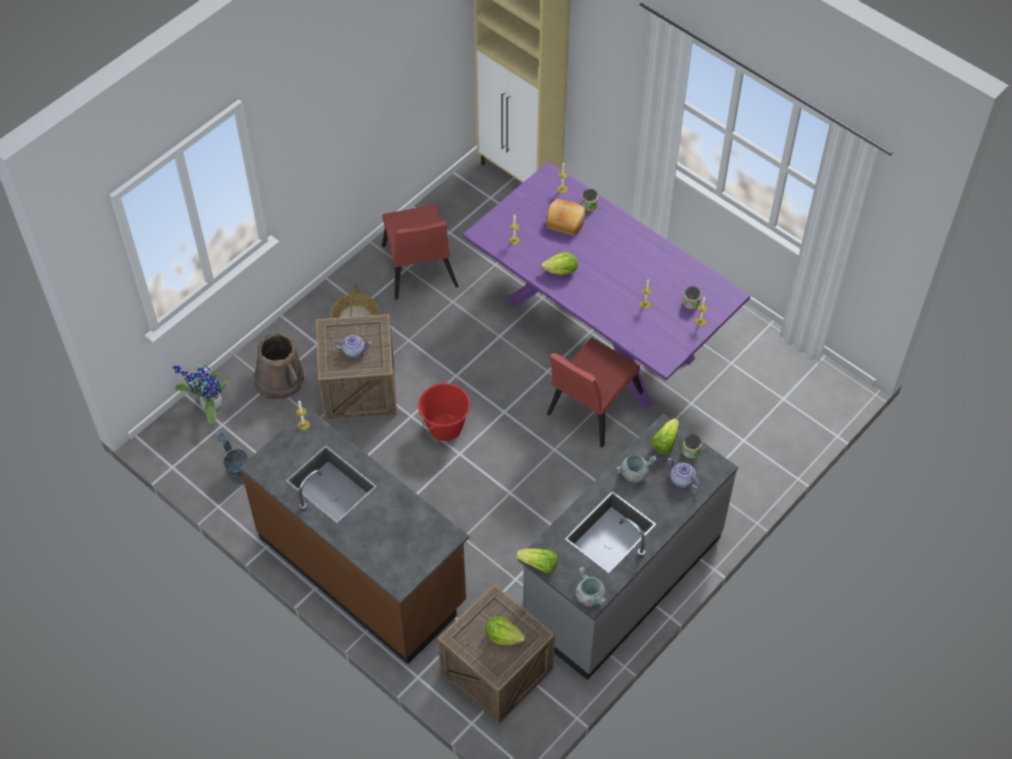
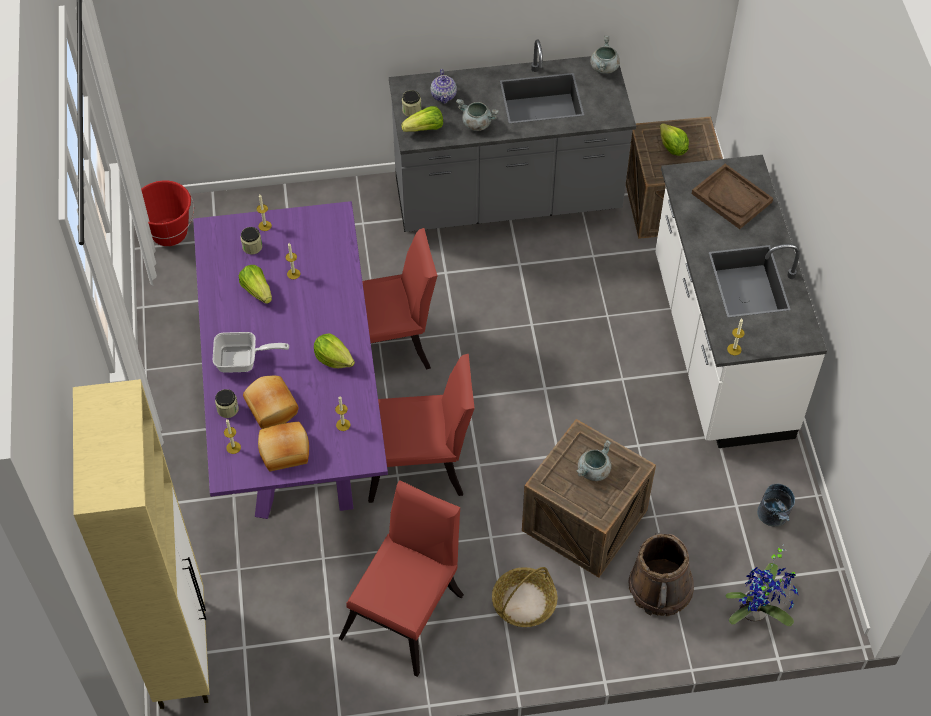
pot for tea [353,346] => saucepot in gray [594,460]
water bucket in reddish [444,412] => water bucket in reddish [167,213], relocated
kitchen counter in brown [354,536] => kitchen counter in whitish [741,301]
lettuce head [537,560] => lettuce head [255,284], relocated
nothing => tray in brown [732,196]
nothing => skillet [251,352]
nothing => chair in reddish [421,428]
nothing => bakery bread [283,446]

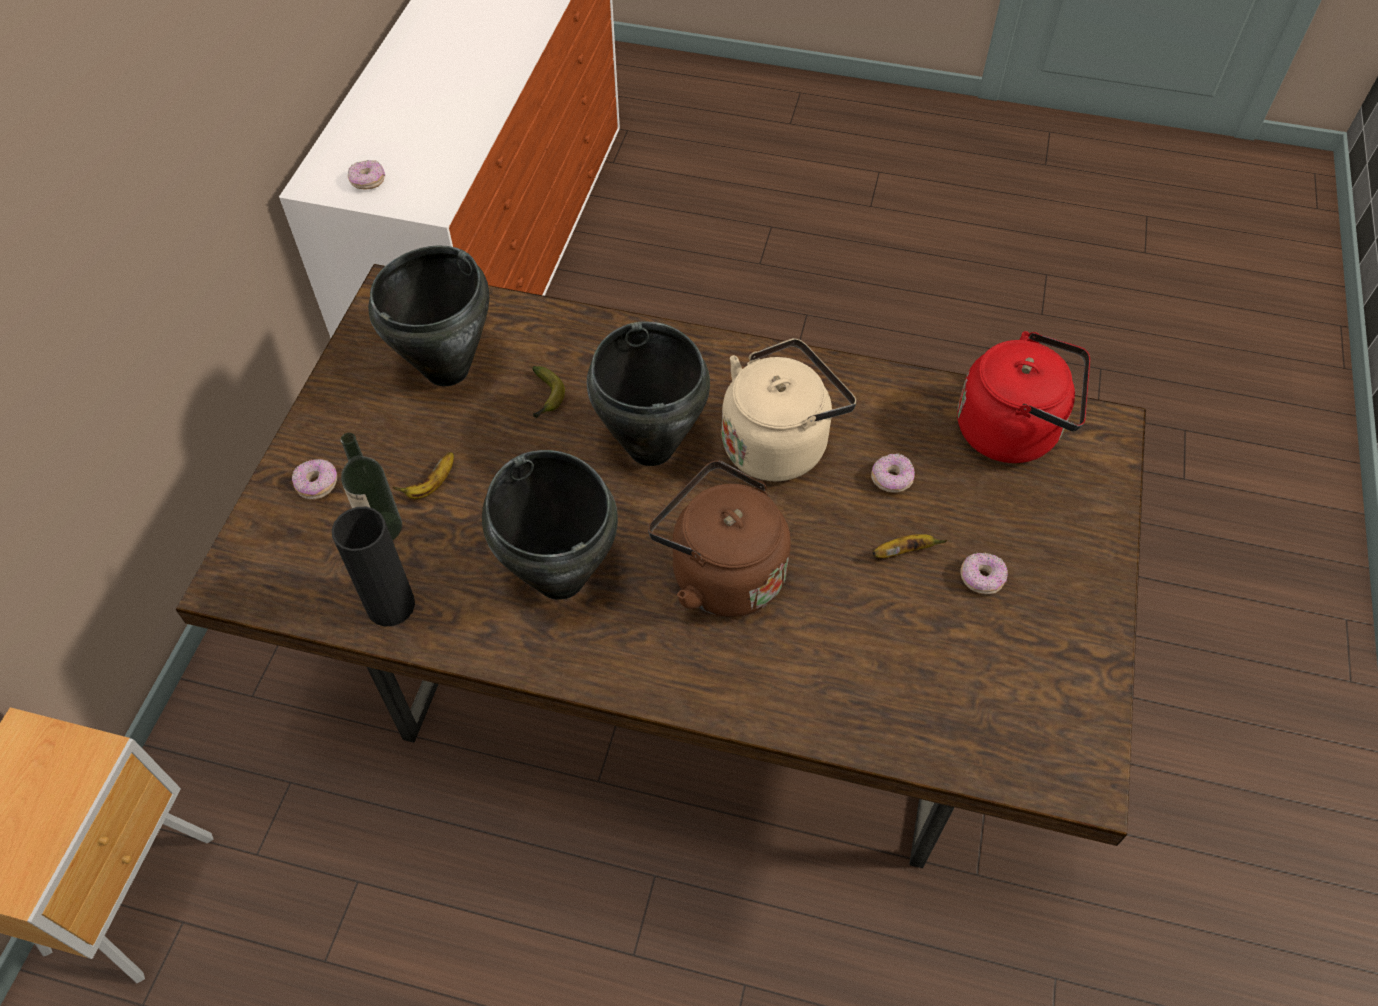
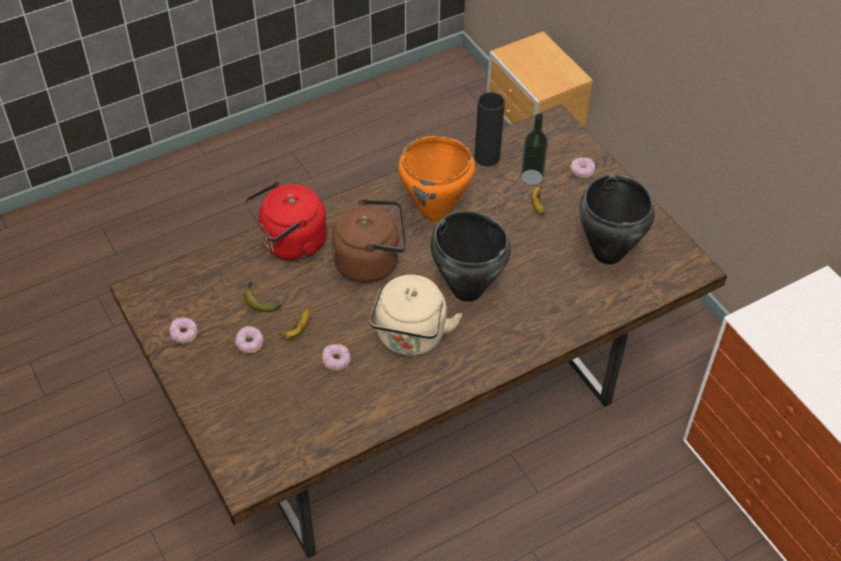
ring doughnut [366,175] => ring doughnut [183,330], relocated
kettle in reddish [1023,397] => kettle in reddish [286,221], relocated
banana [548,392] => banana [262,297], relocated
saucepot in black [550,525] => saucepot in orange [436,179]

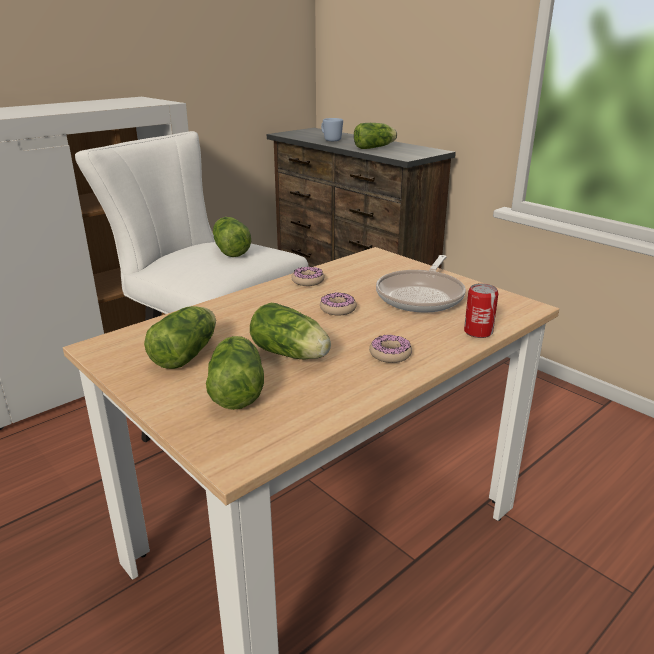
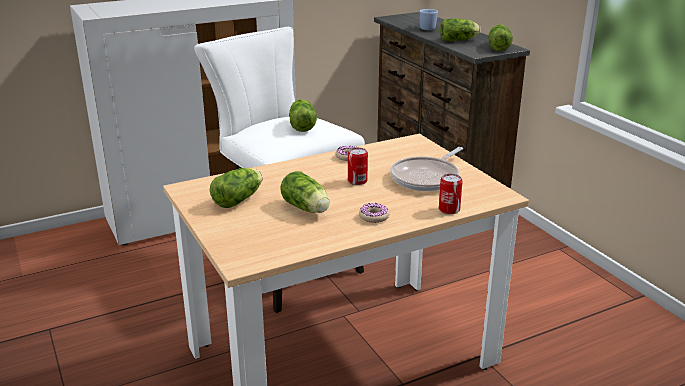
ring doughnut [338,303] => sealed can [358,166]
lettuce head [235,373] => lettuce head [500,37], relocated

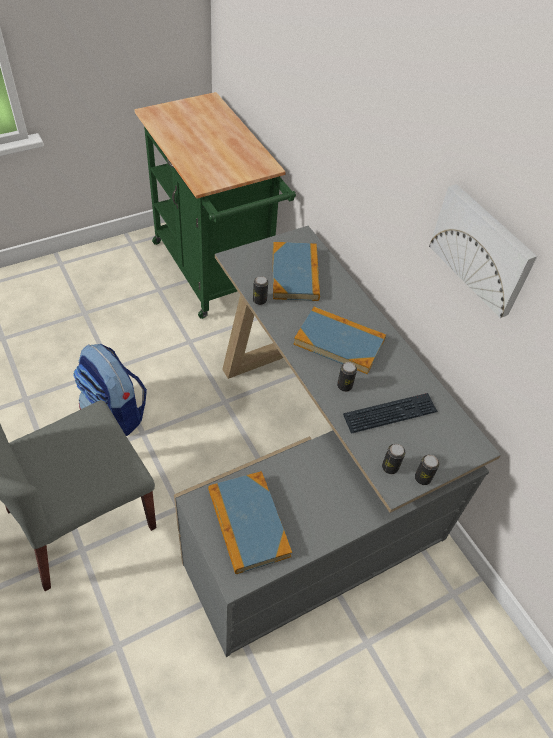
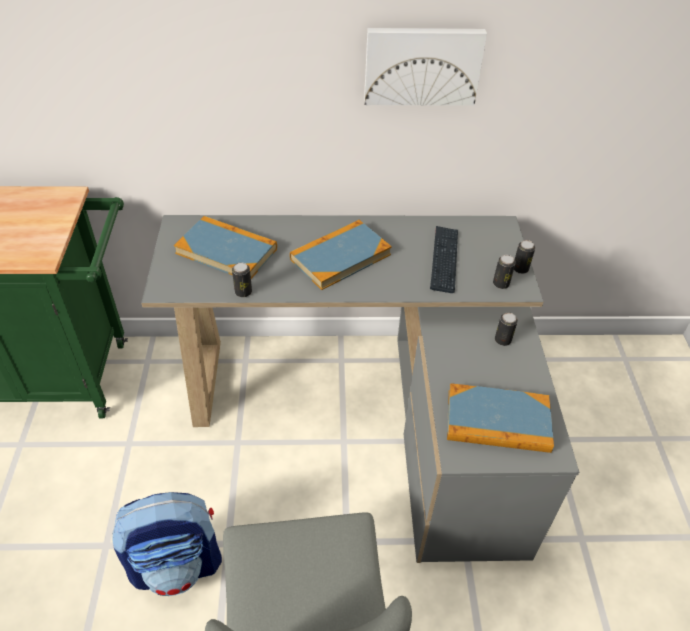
sealed can [347,377] => sealed can [506,329], relocated

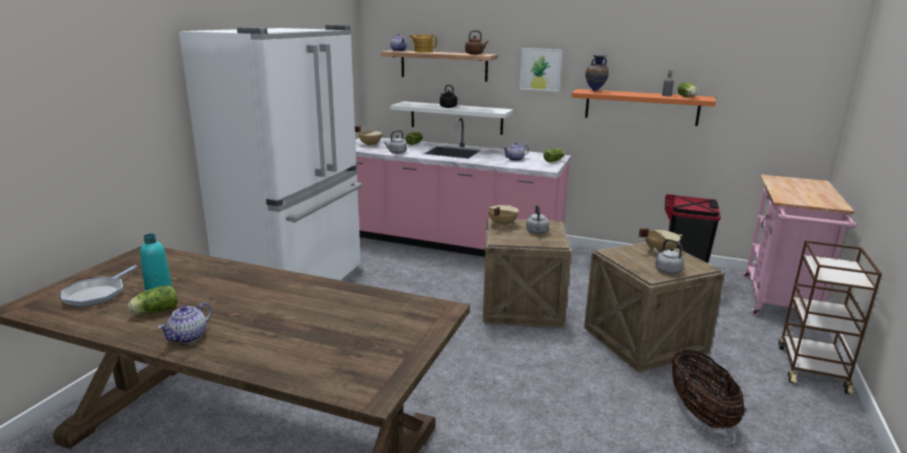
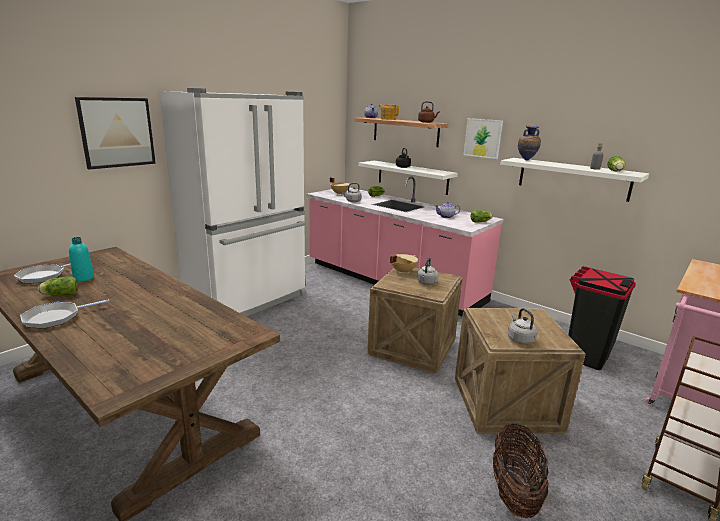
bracket shelf in orange [643,107] => bracket shelf in whitish [574,180]
saucepot in beige-coloured [660,240] => nothing
pot for tea [185,322] => skillet [64,314]
nothing => wall art [115,133]

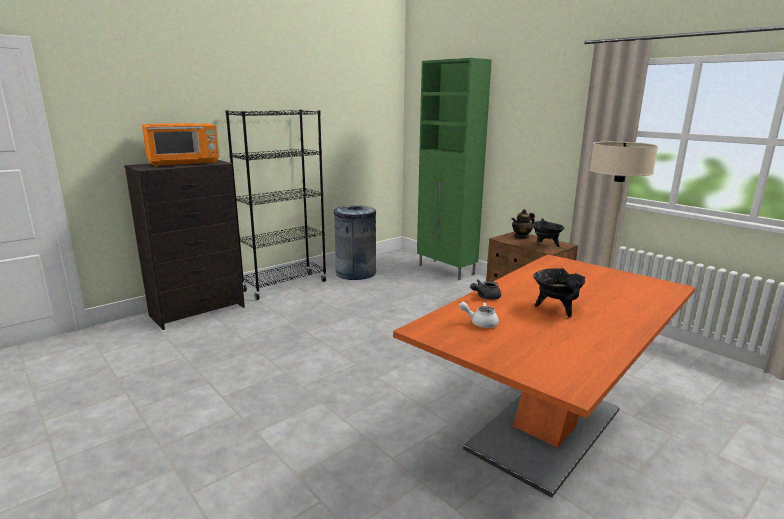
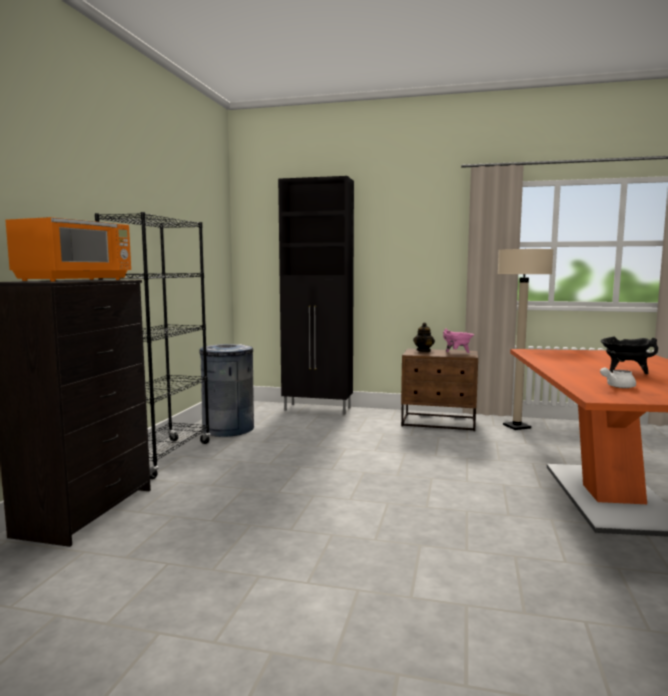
cupboard in green [454,169] => cupboard in black [316,295]
saucepot in black [548,232] => saucepot in pink [458,341]
pot for tea in gray [485,289] => nothing

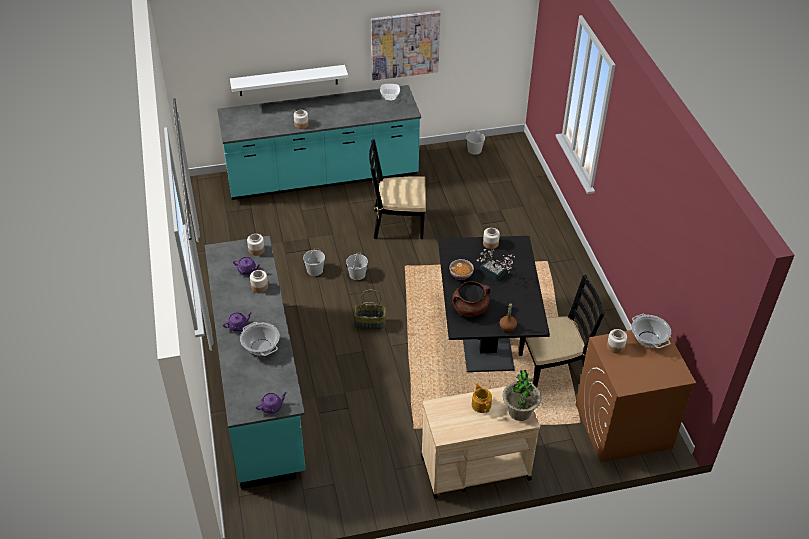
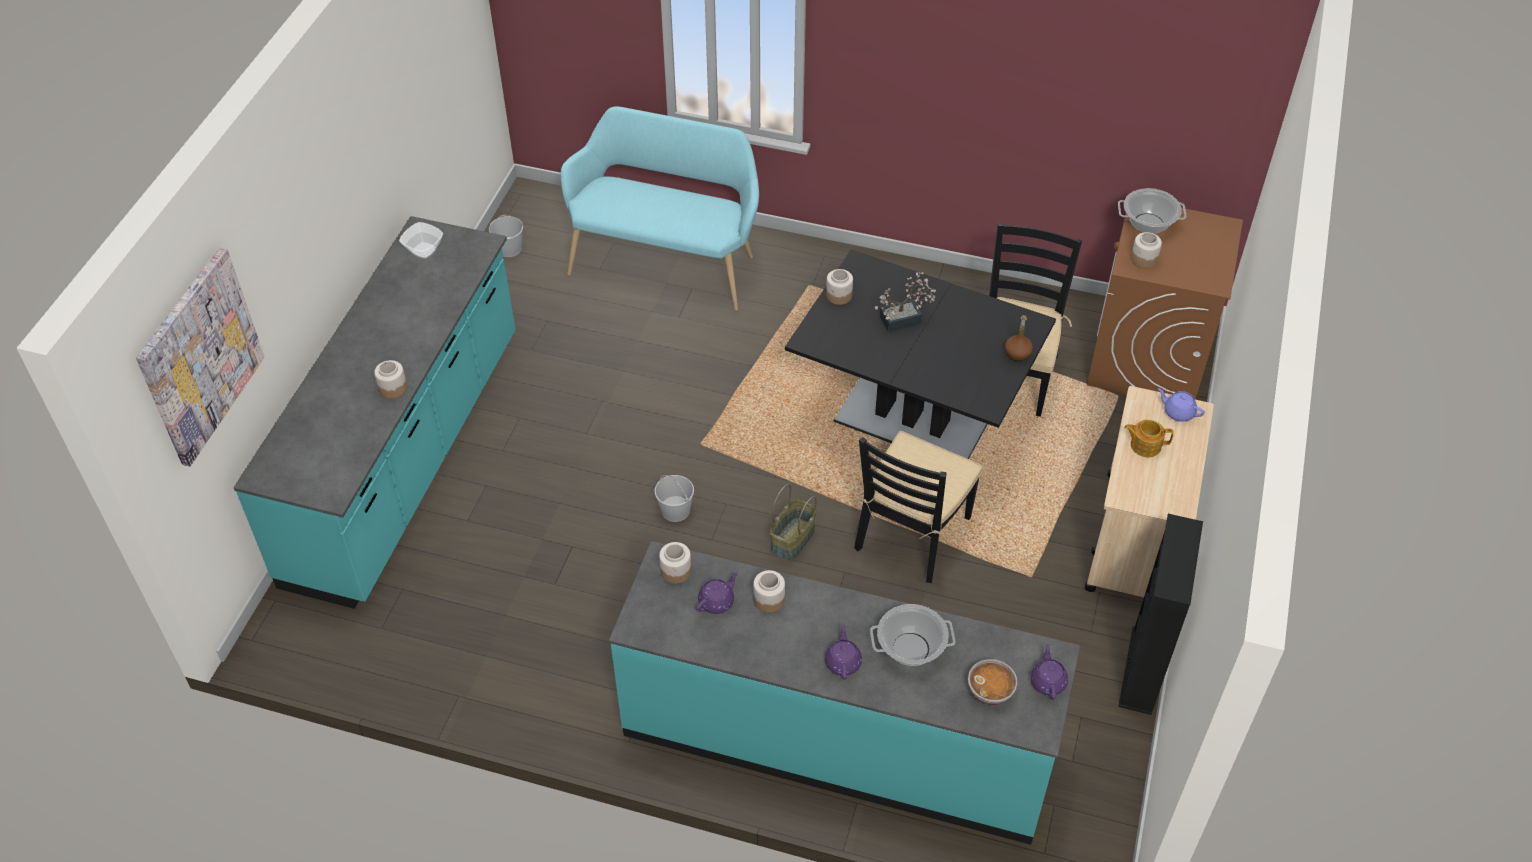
wall art [406,45] => wall art [200,357], relocated
bracket shelf in whitish [289,80] => nothing
chair in black [397,189] => chair in black [918,507], relocated
water bucket in whitish [314,262] => nothing
deep dish [461,269] => deep dish [993,682], relocated
saucepot in brown [471,299] => nothing
potted plant [522,395] => pot for tea in purplish [1181,405]
nothing => long seat in turquoise-coloured [660,208]
nothing => shelving unit in black [1160,614]

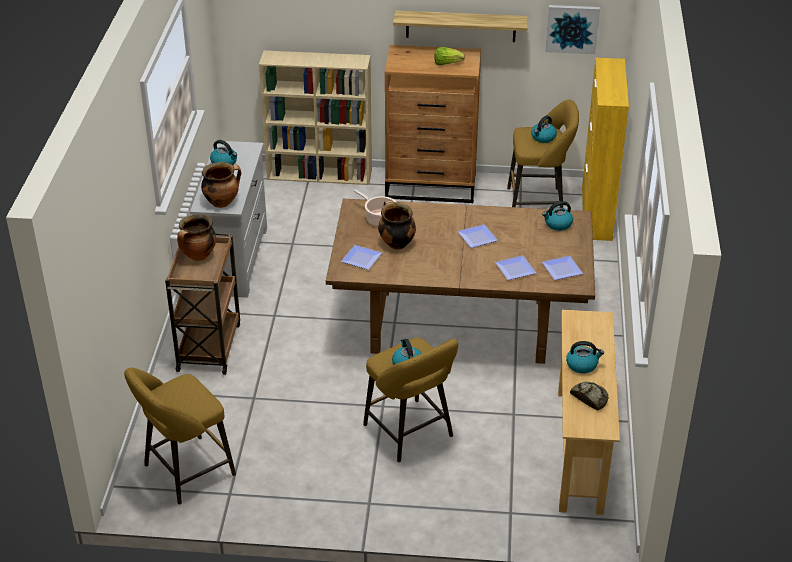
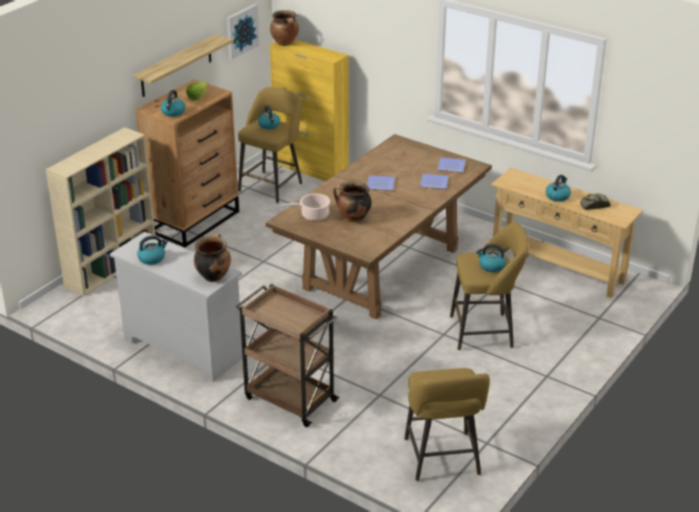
kettle [557,216] => kettle [173,103], relocated
saucepot [196,237] => saucepot [284,28], relocated
flat dish [361,257] => nothing

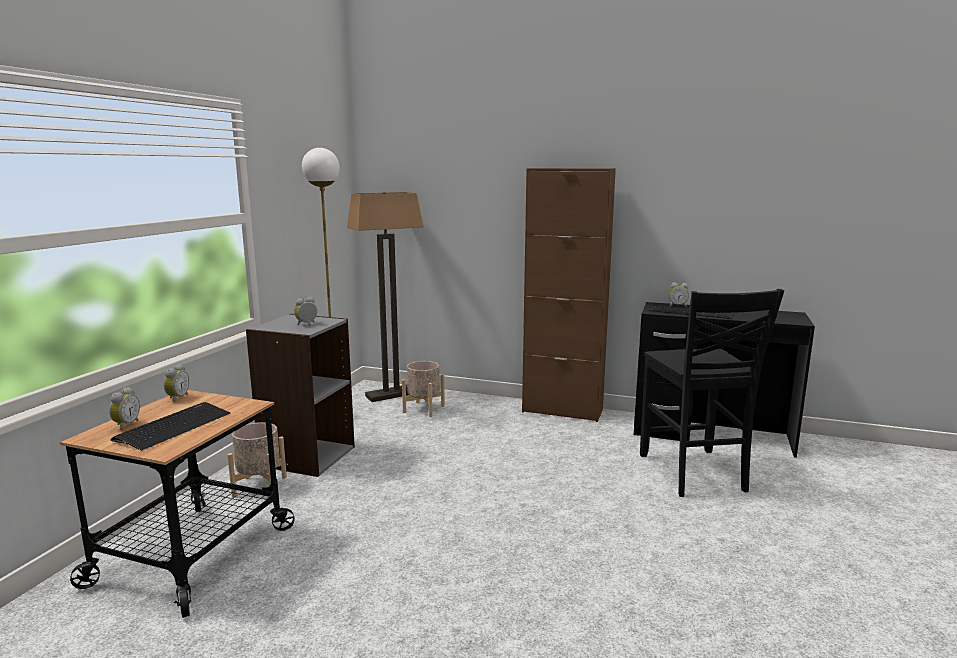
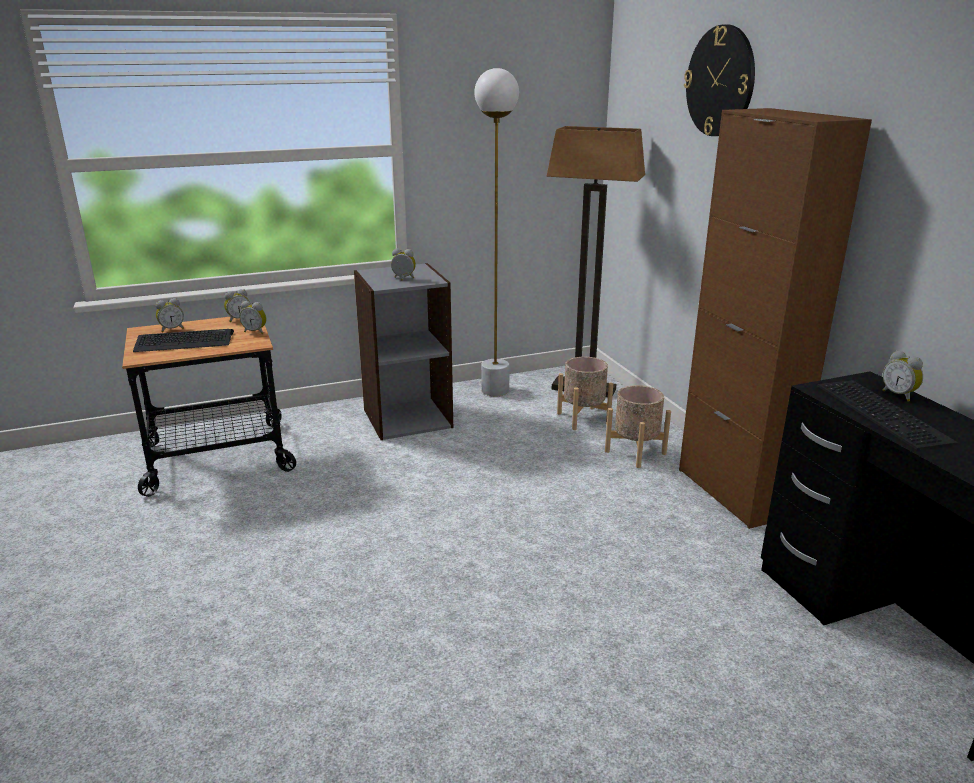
chair in black [712,393] => nothing
flower pot in beige-coloured [257,460] => flower pot in beige-coloured [638,426], relocated
nothing => clock on the wall [719,80]
nothing => table clock [253,317]

